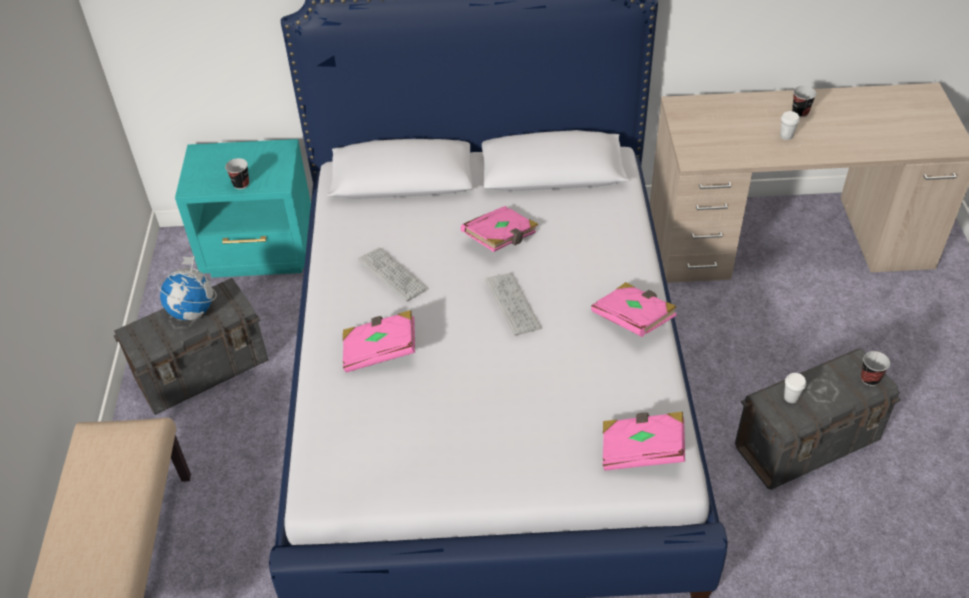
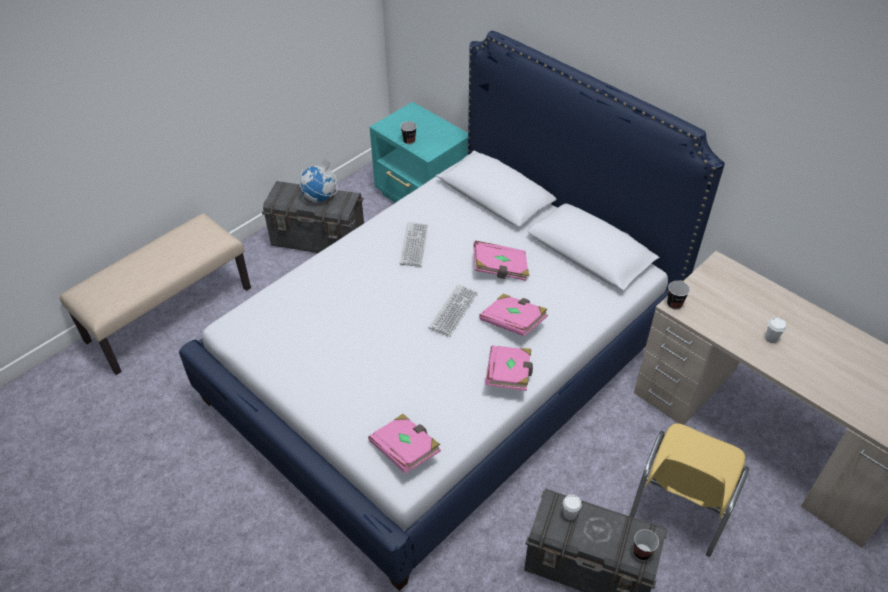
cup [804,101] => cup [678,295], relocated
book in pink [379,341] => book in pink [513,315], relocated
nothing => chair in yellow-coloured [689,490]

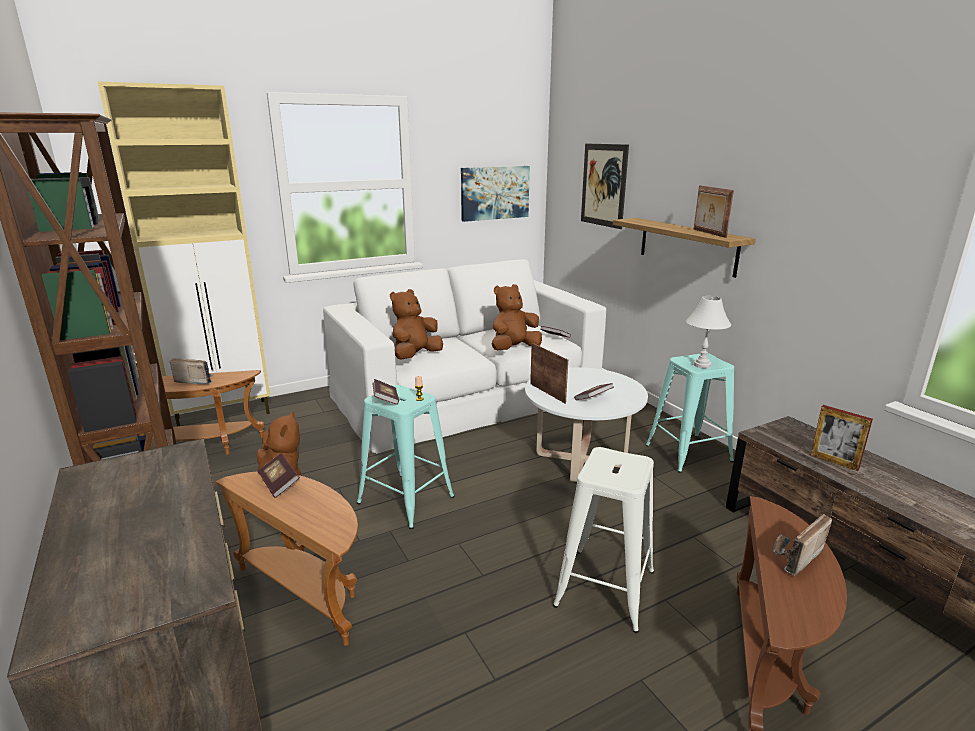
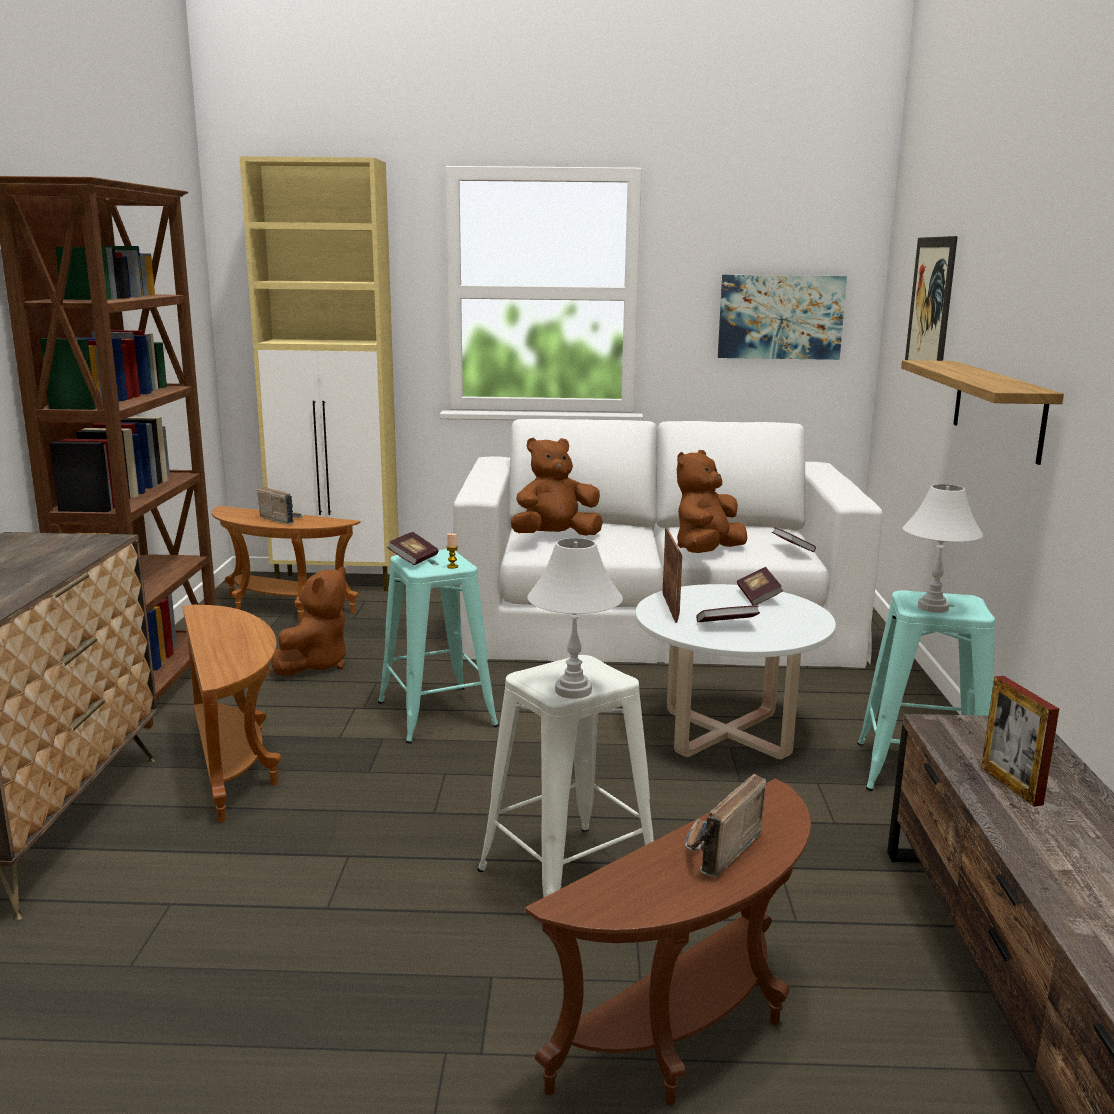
photo frame [714,211] => nothing
plush toy in brown [517,317] => plush toy in brown [712,501], 45 degrees counterclockwise
book [279,475] => book [760,586], relocated
radio set [802,544] => radio set [726,825], 45 degrees counterclockwise
nothing => table lamp in whitish [575,618]

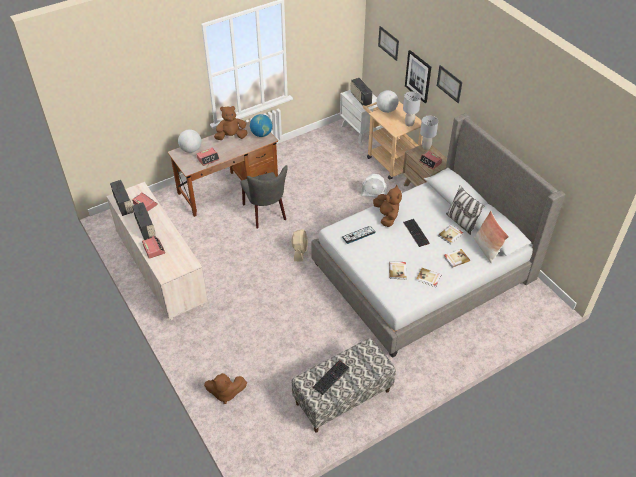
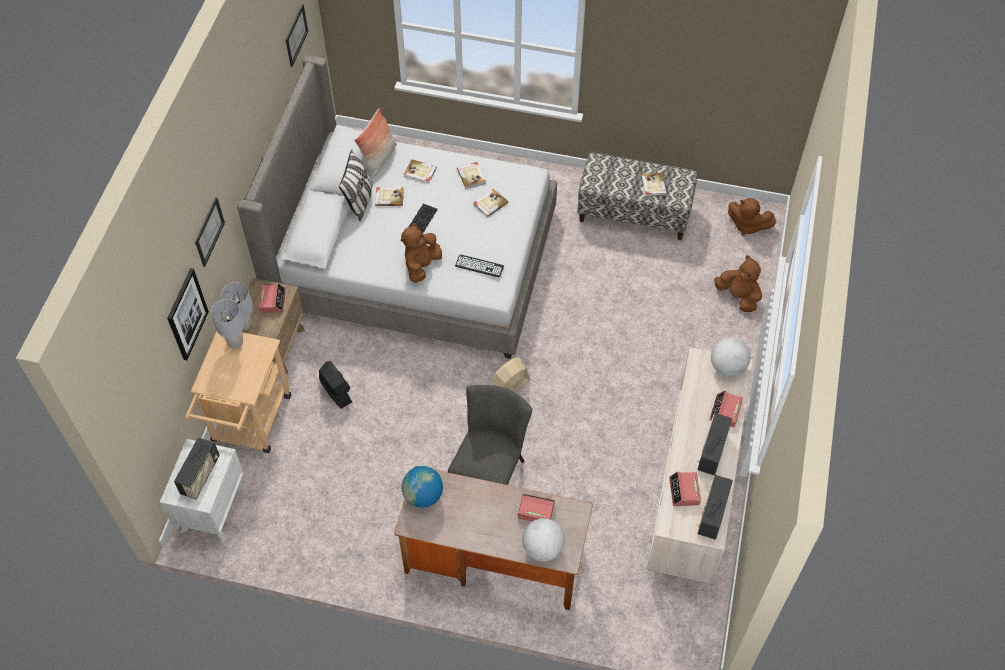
wall art [388,43] => wall art [296,35], relocated
desk globe [387,101] => desk globe [730,357], relocated
plush toy in brown [231,123] => plush toy in brown [752,217], relocated
cooling fan in whitish [374,185] => cooling fan in black [335,385]
PC keyboard [331,377] => book [654,184]

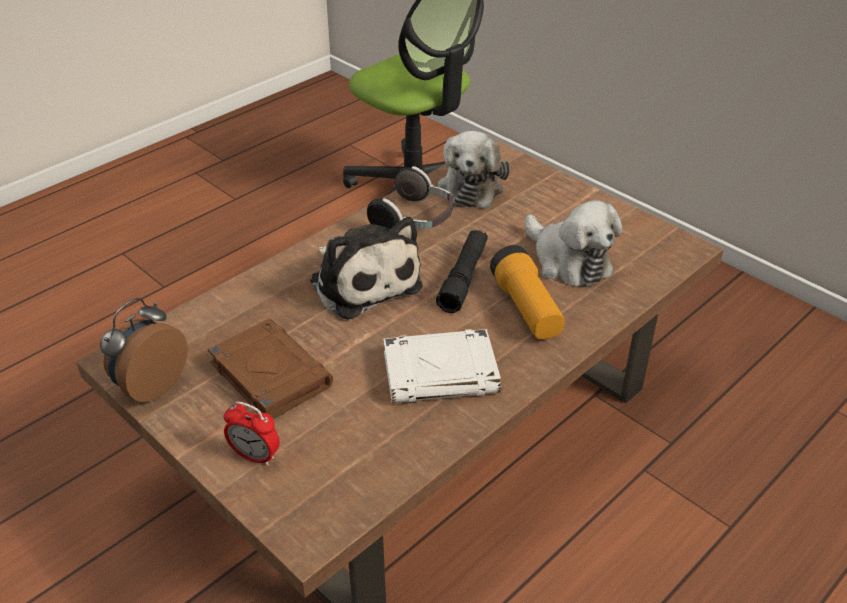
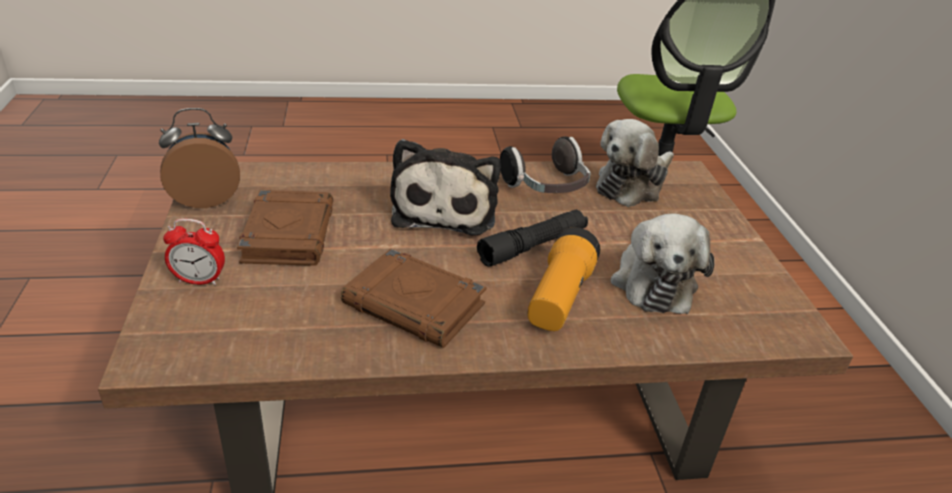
book in whitish [442,366] => book in brown [414,298]
table clock [252,434] => table clock [194,252], 60 degrees counterclockwise

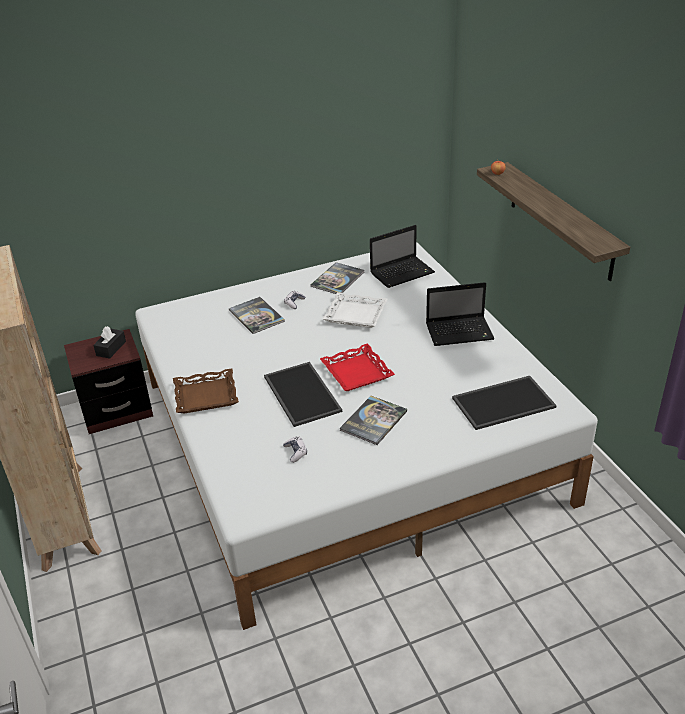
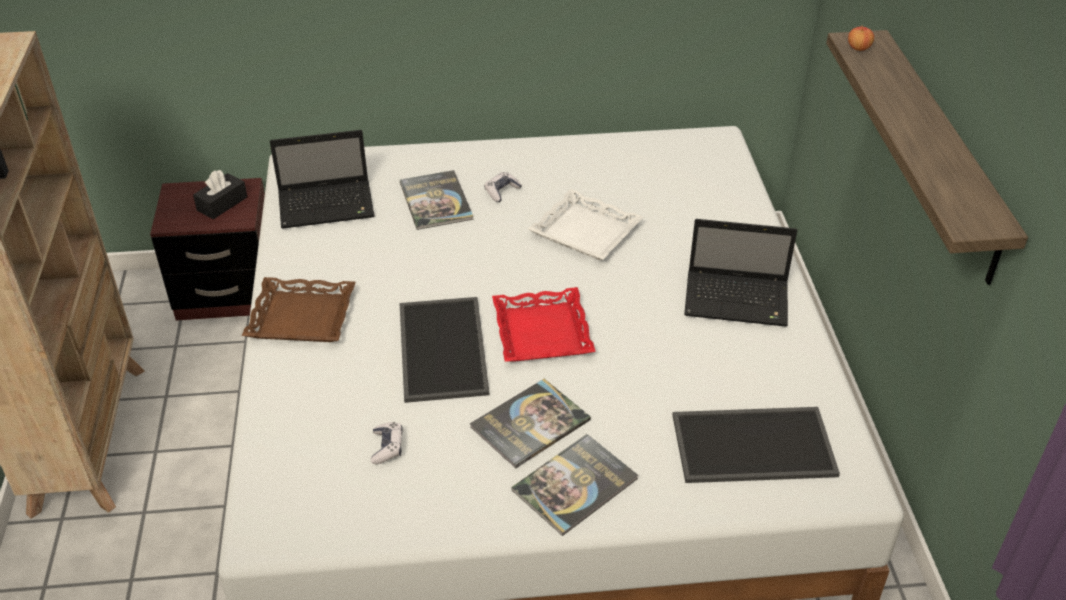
portable computer [402,256] => portable computer [322,179], relocated
book [337,278] => book [574,485], relocated

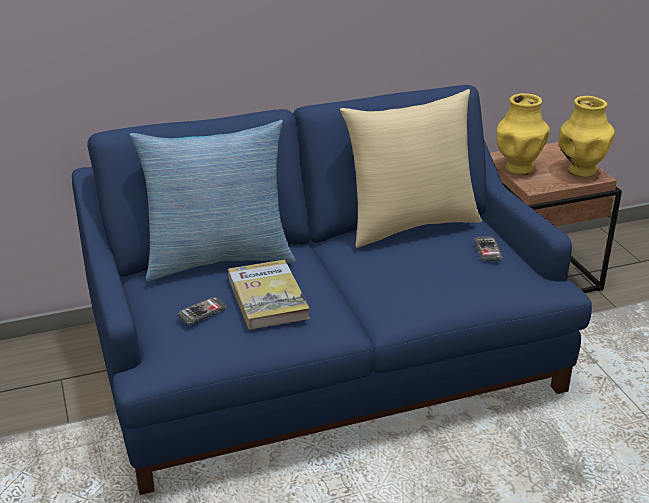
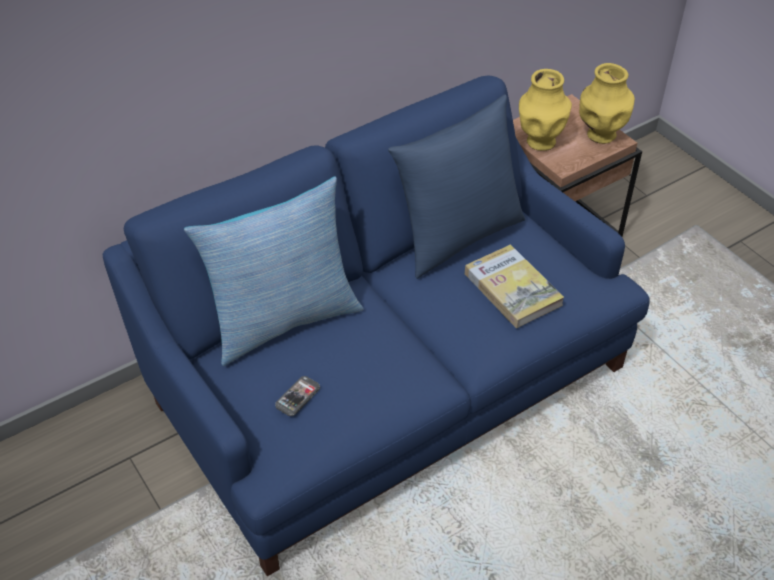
pillow in beige-coloured [411,168] => pillow in bluish [457,186]
phone [488,248] => nothing
book [269,295] => book [514,286], relocated

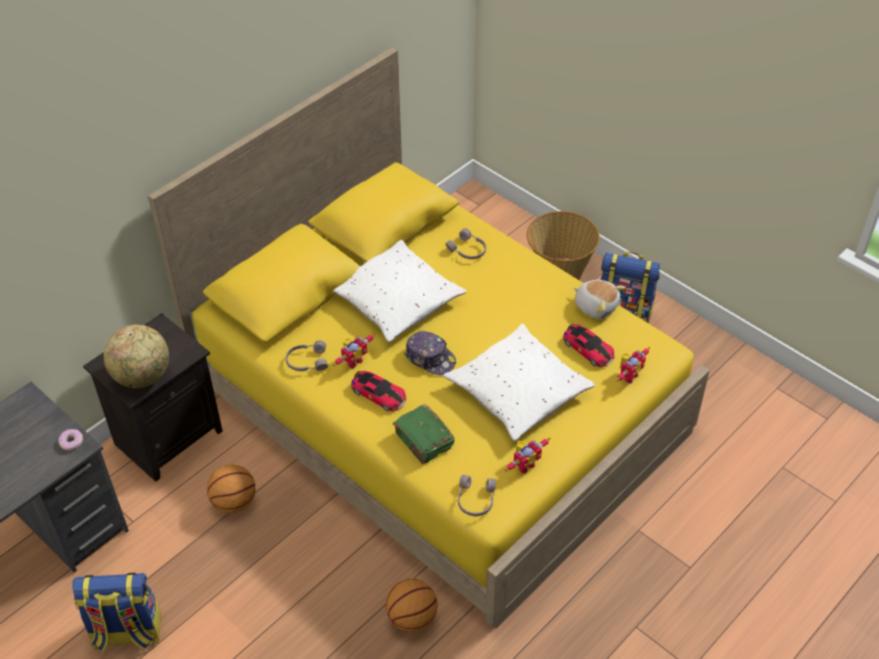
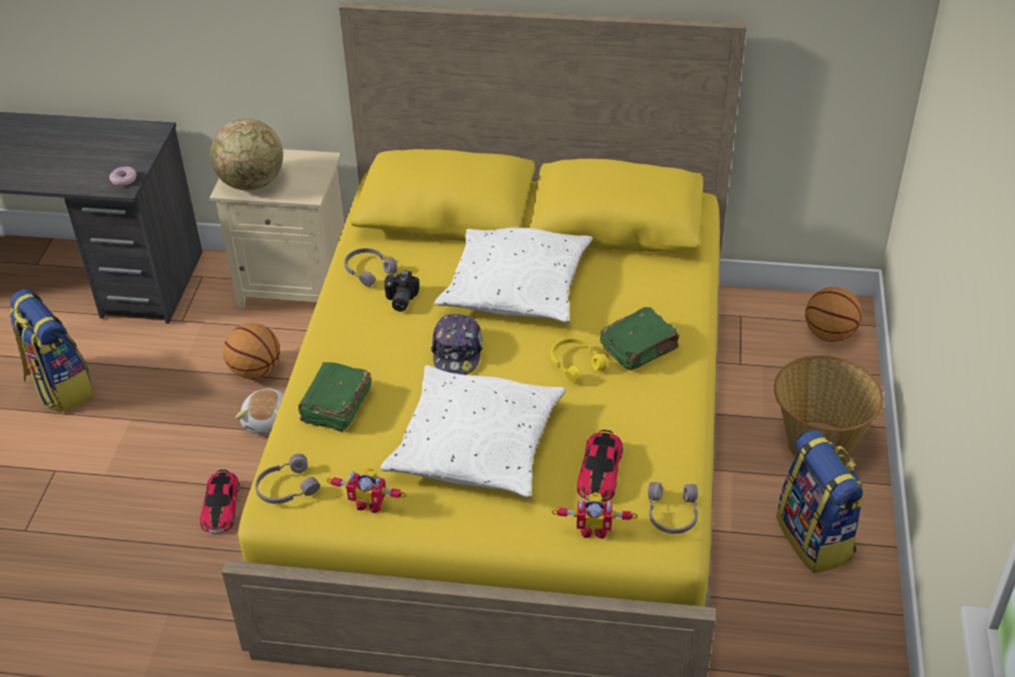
headset in gray [465,243] => headset in gray [673,508], relocated
plush toy [600,299] => plush toy [259,411], relocated
bedside table in black [153,397] => bedside table in beige-coloured [277,229]
robot figure [354,351] => still camera [401,291]
toy car [378,391] => toy car [220,501], relocated
basketball [412,605] => basketball [833,314], relocated
nothing => book in green [639,338]
nothing => headset in yellow-coloured [579,361]

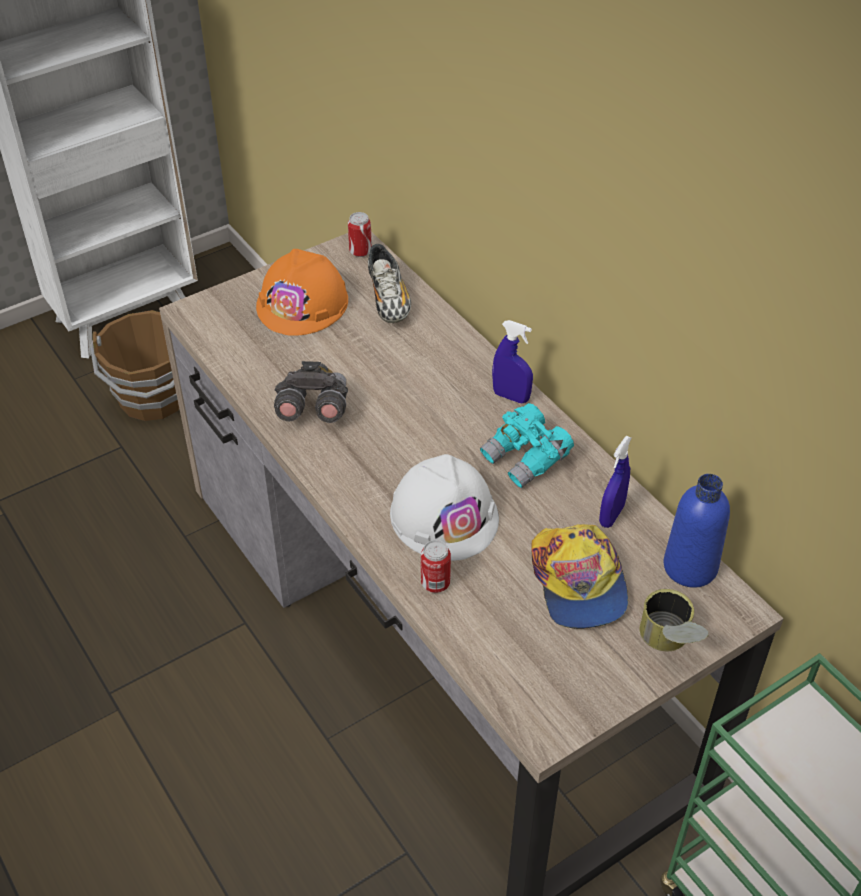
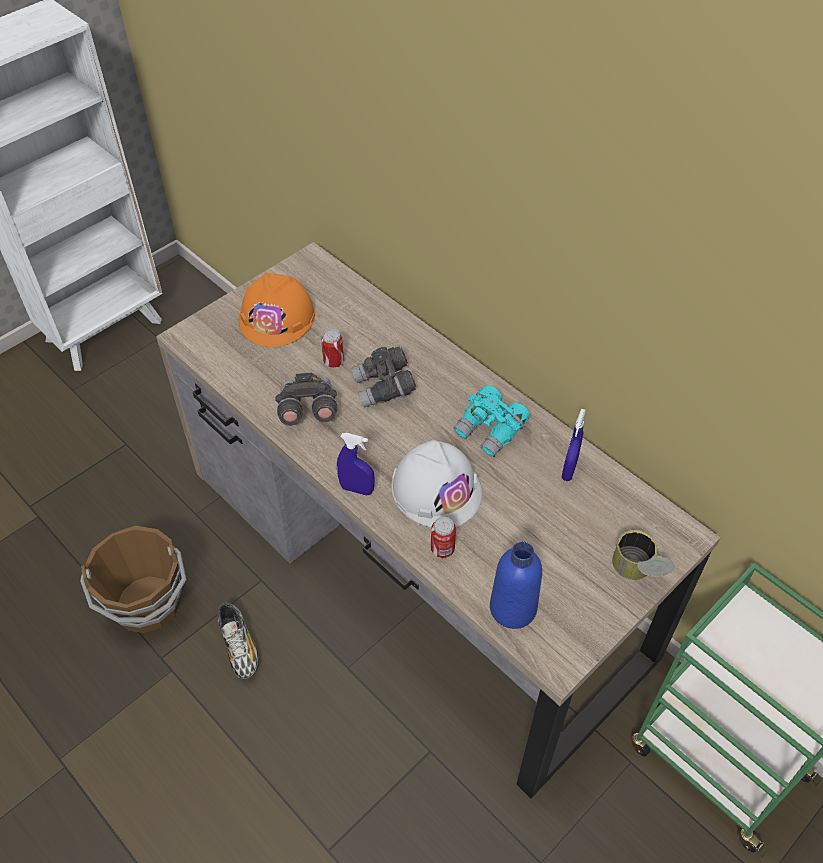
sealed can [360,234] => sealed can [332,348], relocated
low shoe [389,283] => low shoe [238,641], relocated
water bucket in brown [134,365] => water bucket in brown [133,579], relocated
hand sprayer in bluish [512,361] => hand sprayer in bluish [356,464], relocated
beverage bottle in bluish [696,531] => beverage bottle in bluish [516,585], relocated
baseball cap [580,576] => nothing
nothing => binoculars in gray [383,377]

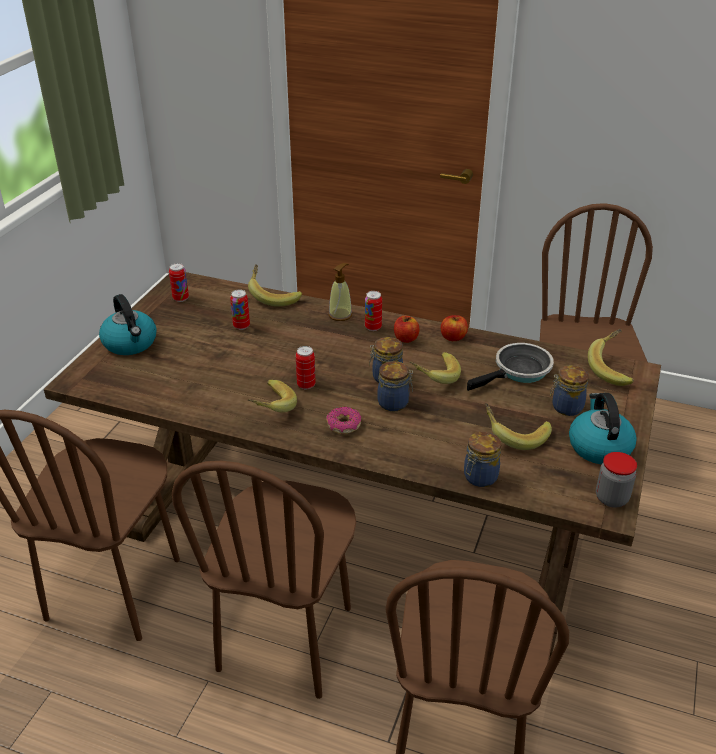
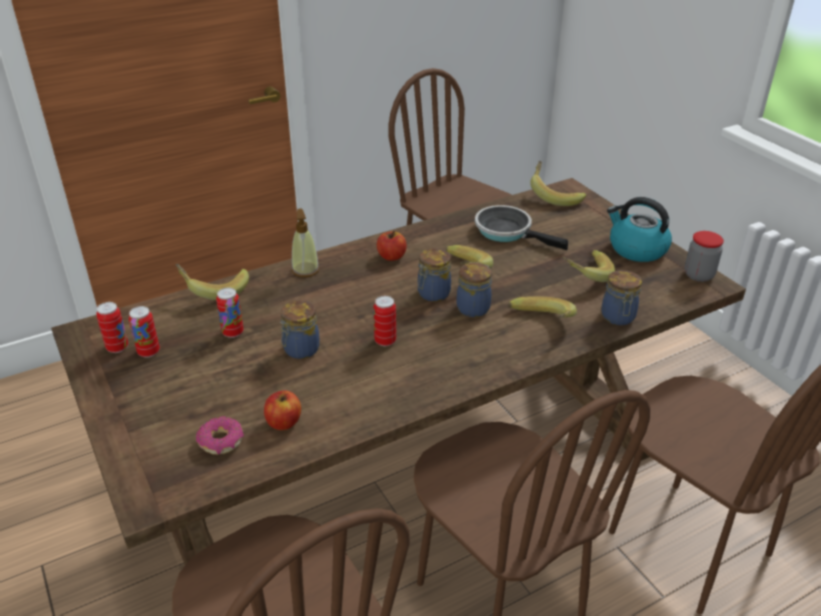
sealed can [373,311] => sealed can [144,332], relocated
kettle [127,324] => nothing
whole apple [454,328] => whole apple [282,410], relocated
skillet [510,367] => skillet [521,227], 60 degrees counterclockwise
storage jar [569,390] => storage jar [300,330], relocated
banana [272,396] => banana [542,307], relocated
ring doughnut [343,420] => ring doughnut [220,435], relocated

